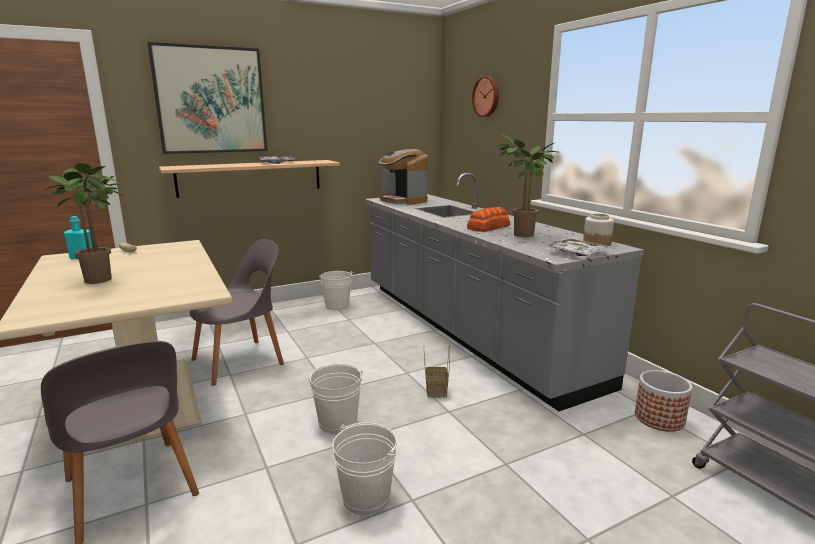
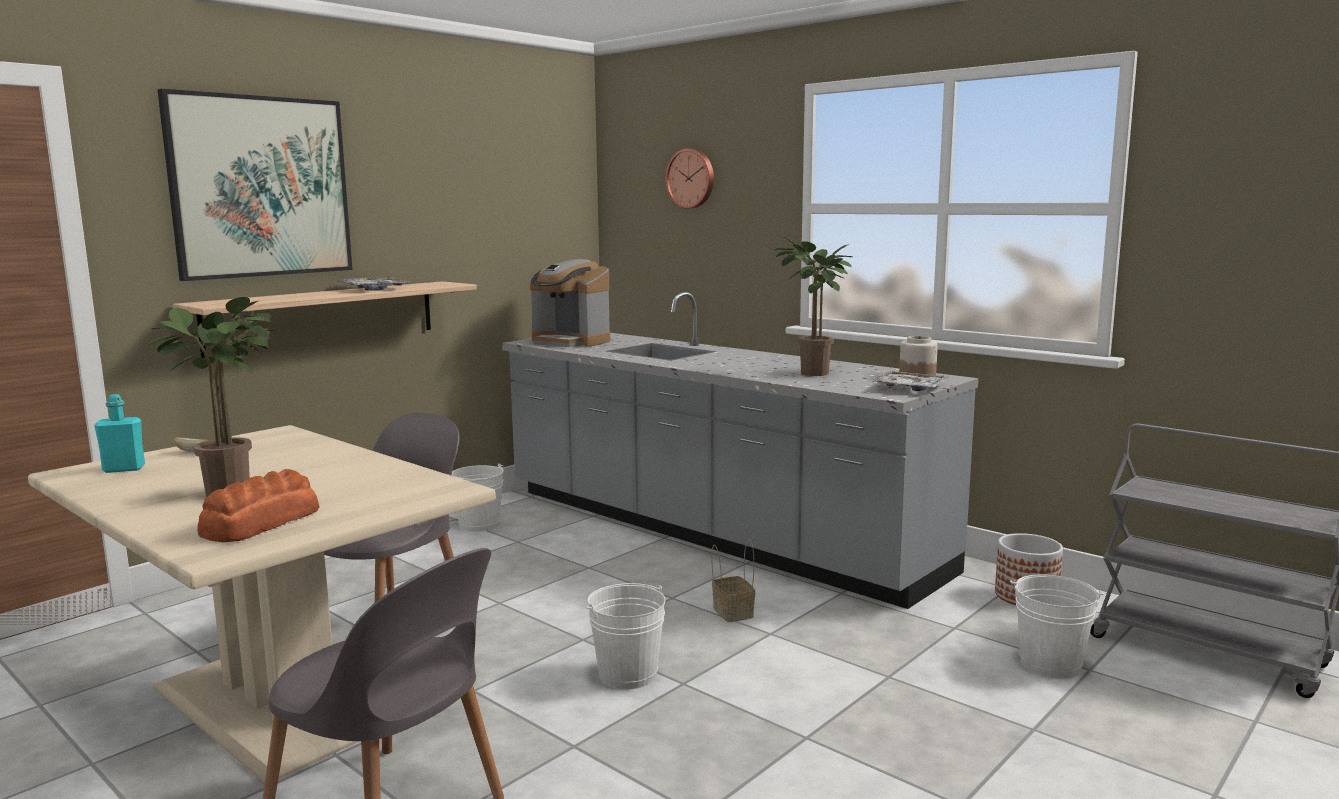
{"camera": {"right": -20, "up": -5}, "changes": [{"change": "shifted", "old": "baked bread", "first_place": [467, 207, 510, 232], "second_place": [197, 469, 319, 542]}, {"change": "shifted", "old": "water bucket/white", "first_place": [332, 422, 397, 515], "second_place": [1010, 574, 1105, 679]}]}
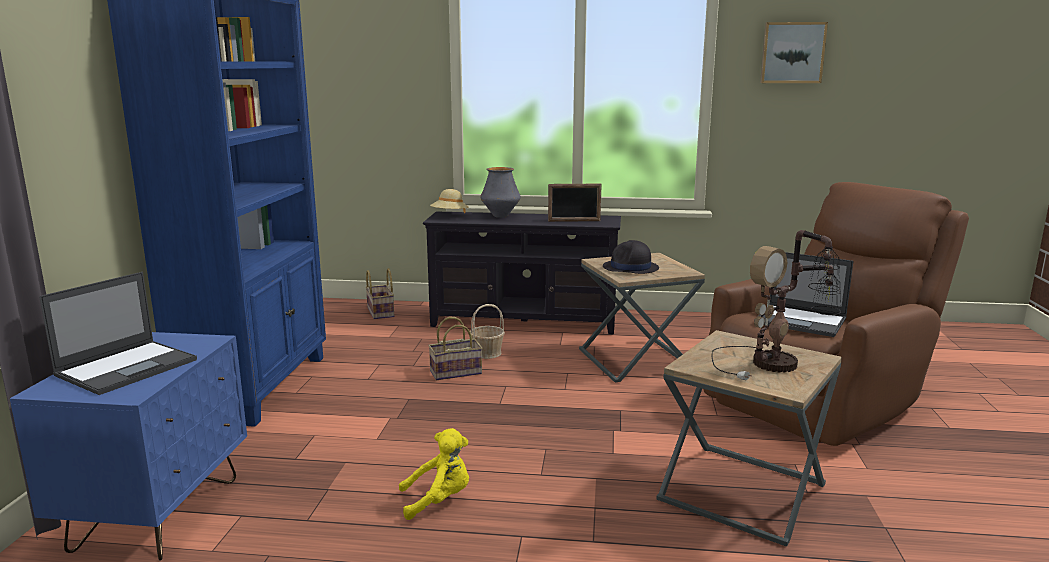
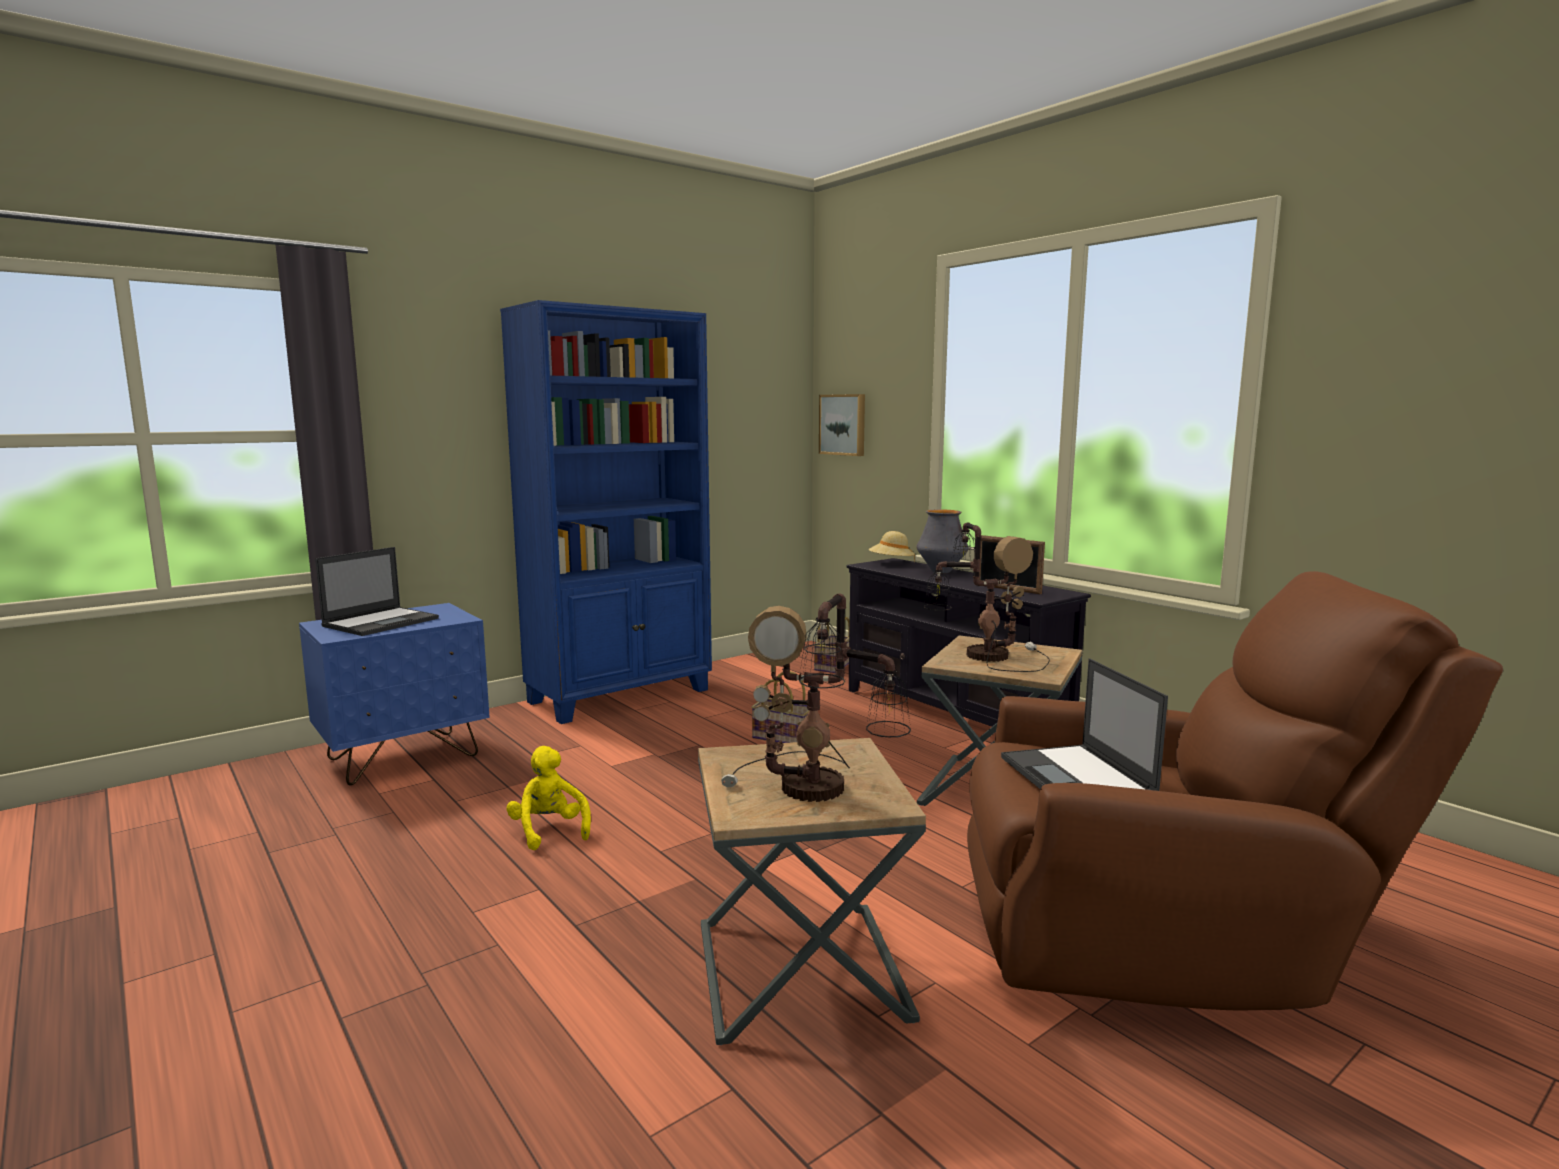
{"camera": {"right": 45, "up": -5}, "changes": [{"change": "rotated", "old": "notebook computer", "first_place": [39, 272, 197, 395], "second_place": [315, 547, 439, 636], "degrees": -45}, {"change": "rotated", "old": "plush toy/yellow-coloured", "first_place": [399, 428, 469, 520], "second_place": [506, 746, 591, 850], "degrees": -150}, {"change": "shifted", "old": "picture", "first_place": [760, 22, 828, 83], "second_place": [819, 394, 865, 456]}, {"change": "swapped", "old": "wearable hat/black", "new": "lamp for a table", "first_place": [603, 240, 659, 274], "second_place": [924, 523, 1050, 672]}, {"change": "gone", "old": "storage basket", "first_place": [470, 304, 505, 359]}]}
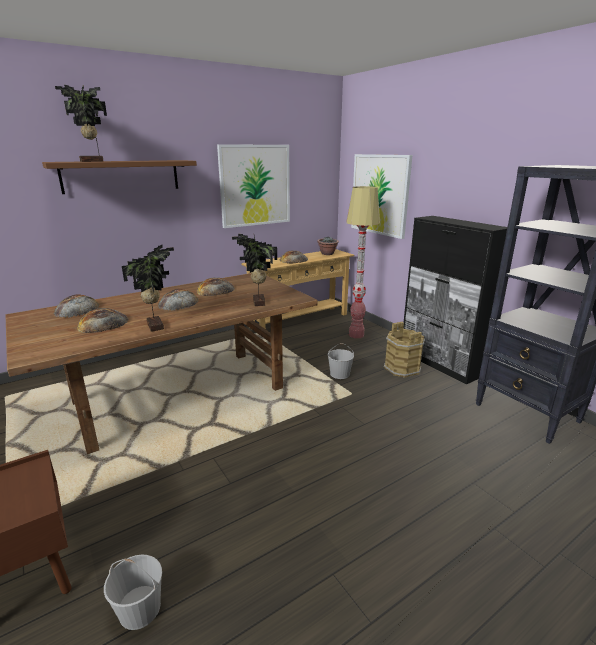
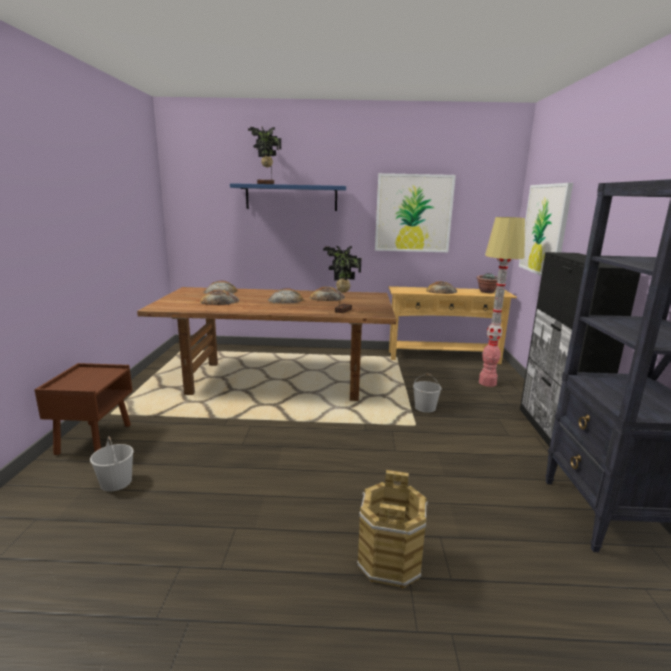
{"camera": {"right": 35, "up": -5}, "changes": [{"change": "repainted", "old": "bracket shelf/brownish", "new": "bracket shelf/blue", "first_place": [42, 160, 197, 194], "second_place": [230, 183, 346, 211]}, {"change": "shifted", "old": "water bucket/brownish", "first_place": [384, 322, 425, 378], "second_place": [357, 470, 428, 589]}, {"change": "gone", "old": "potted plant", "first_place": [122, 245, 174, 332]}]}
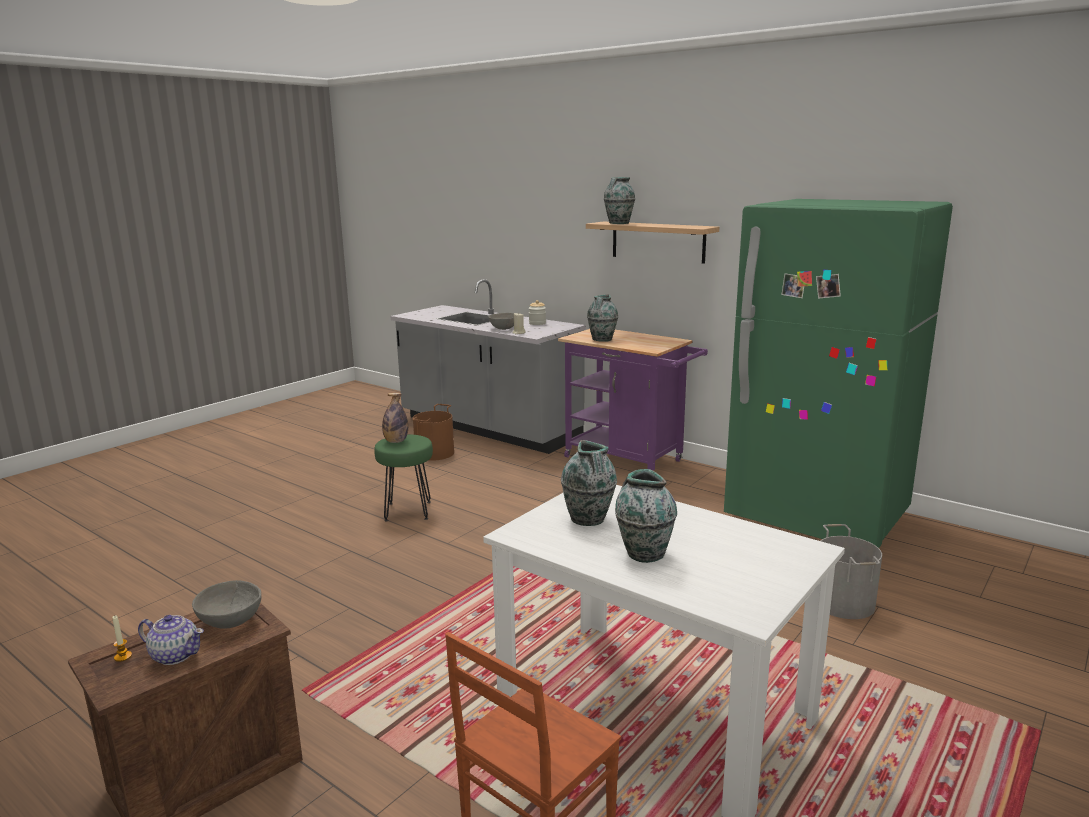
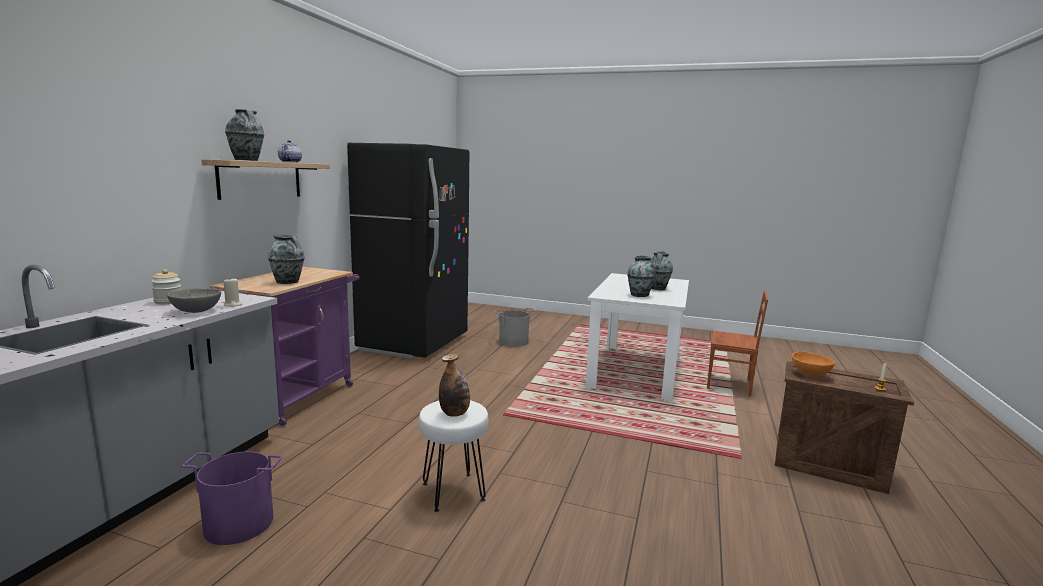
{"camera": {"right": -110, "up": -5}, "changes": [{"change": "repainted", "old": "water bucket/brownish", "new": "water bucket/purple-coloured", "first_place": [413, 404, 454, 461], "second_place": [182, 452, 282, 545]}, {"change": "shifted", "old": "pot for tea", "first_place": [138, 615, 204, 665], "second_place": [278, 140, 302, 163]}, {"change": "repainted", "old": "refrigerator/green", "new": "refrigerator/black", "first_place": [724, 199, 953, 548], "second_place": [347, 143, 469, 359]}, {"change": "repainted", "old": "sitting stool/green", "new": "sitting stool/white", "first_place": [374, 434, 433, 522], "second_place": [419, 400, 488, 512]}, {"change": "repainted", "old": "deep dish/gray", "new": "deep dish/orangey", "first_place": [192, 580, 261, 629], "second_place": [792, 351, 835, 376]}]}
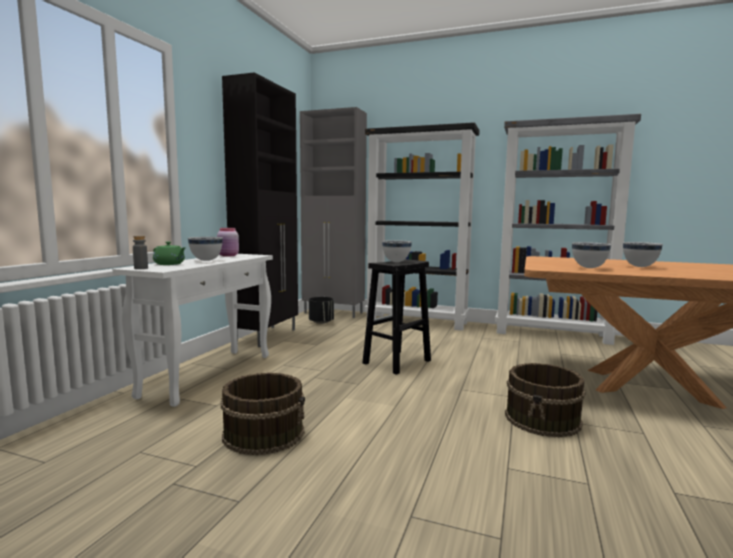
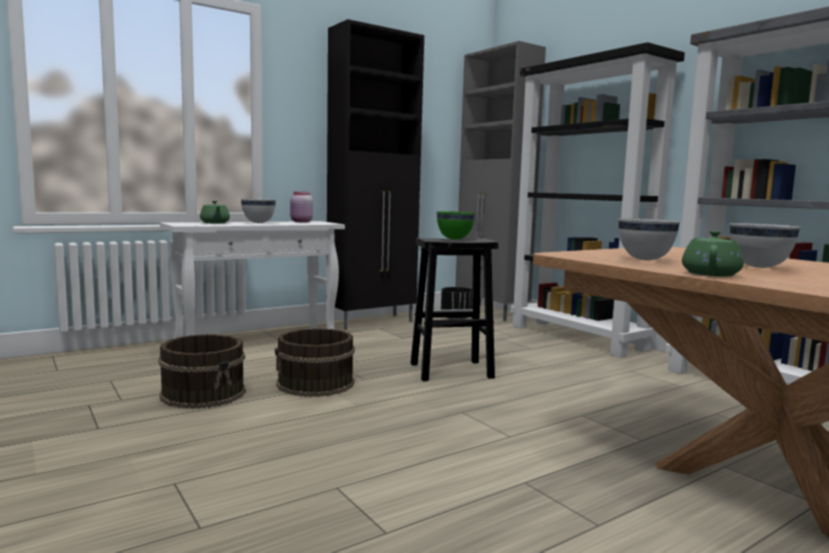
{"camera": {"right": 35, "up": 0}, "changes": [{"change": "shifted", "old": "water bucket/brownish", "first_place": [505, 363, 586, 438], "second_place": [275, 328, 355, 397]}, {"change": "repainted", "old": "deep dish/white", "new": "deep dish/green", "first_place": [382, 240, 412, 262], "second_place": [437, 211, 475, 240]}, {"change": "new", "new": "pot for tea/green", "second_place": [682, 231, 744, 276]}, {"change": "gone", "old": "drink bottle/gray", "first_place": [133, 236, 148, 269]}]}
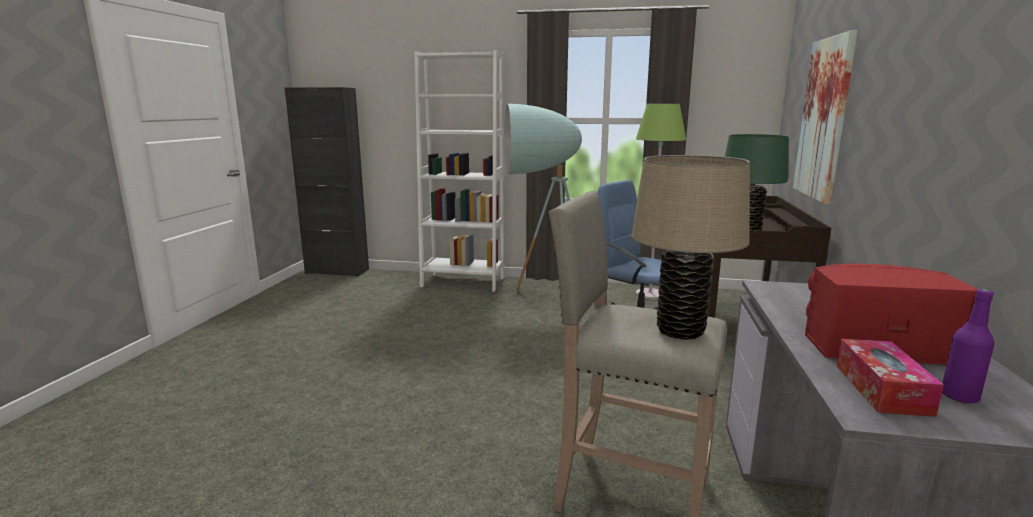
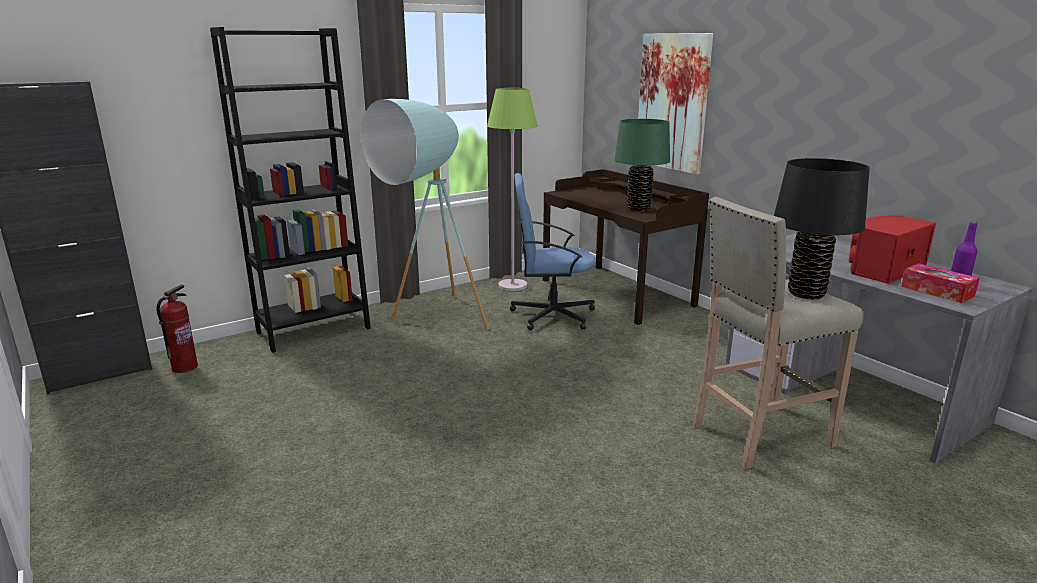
{"camera": {"right": -45, "up": 5}, "changes": [{"change": "new", "new": "fire extinguisher", "second_place": [156, 284, 198, 373]}, {"change": "repainted", "old": "shelving unit/white", "new": "shelving unit/black", "first_place": [414, 50, 504, 292], "second_place": [210, 27, 371, 353]}, {"change": "repainted", "old": "lamp for a table/sand-coloured", "new": "lamp for a table/black", "first_place": [631, 155, 750, 339], "second_place": [774, 158, 870, 299]}]}
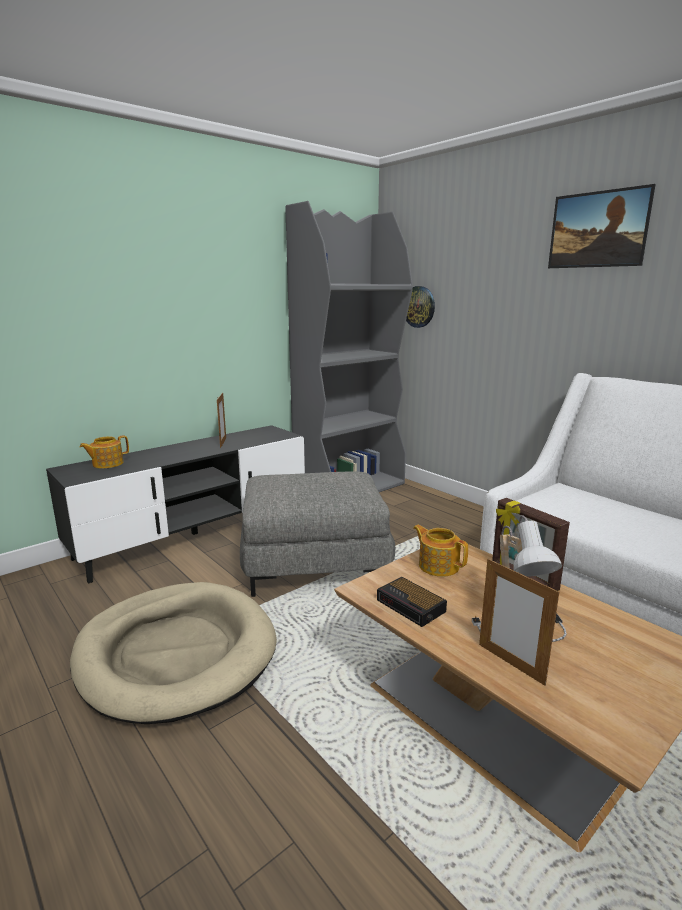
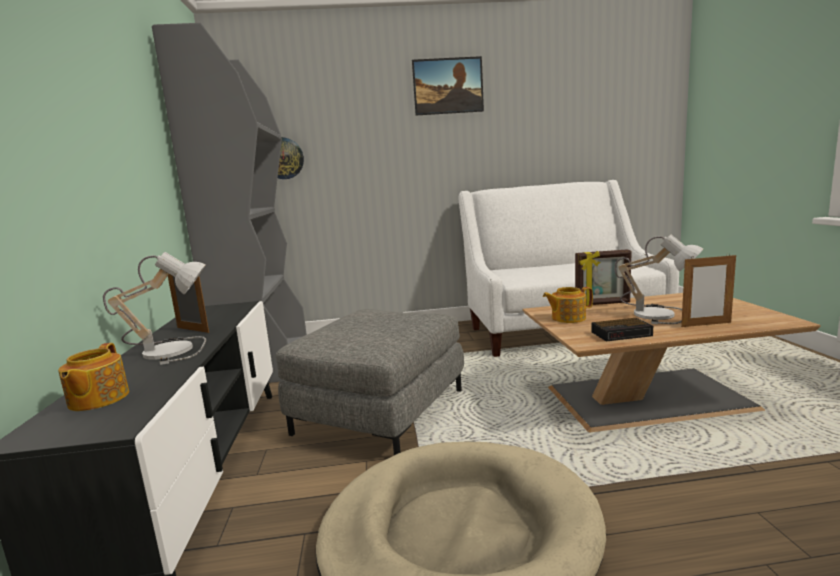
{"camera": {"right": -55, "up": -5}, "changes": [{"change": "new", "new": "lamp for a table", "second_place": [103, 252, 206, 365]}]}
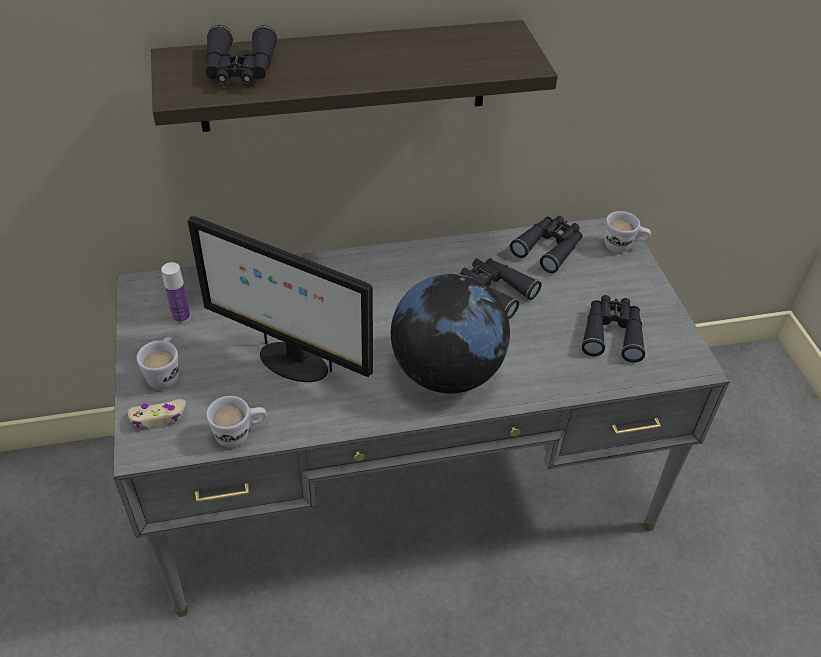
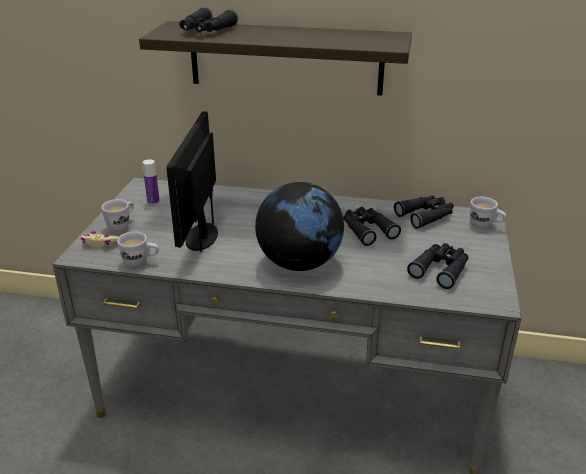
{"camera": {"right": 25, "up": -15}, "changes": [{"change": "rotated", "old": "monitor", "first_place": [188, 216, 373, 382], "second_place": [166, 111, 218, 252], "degrees": 45}]}
